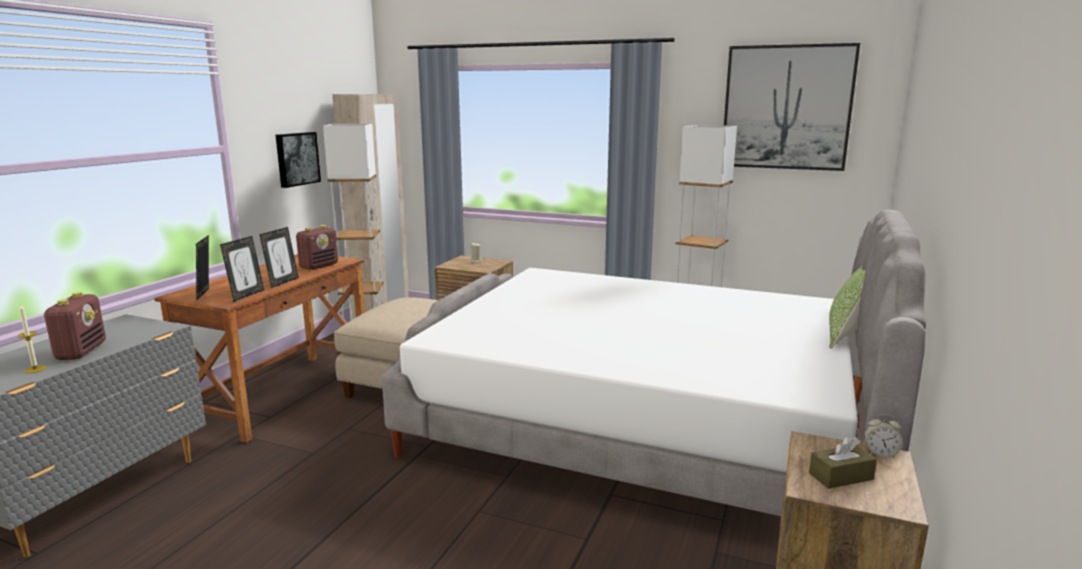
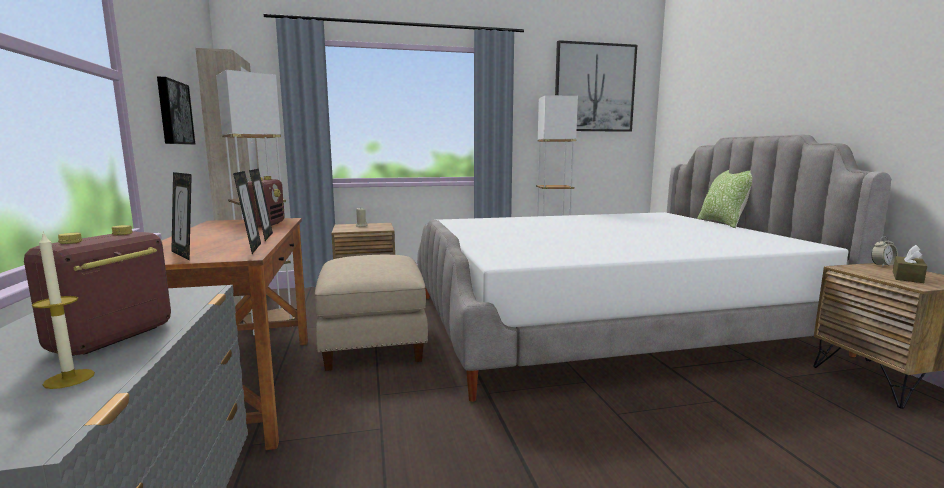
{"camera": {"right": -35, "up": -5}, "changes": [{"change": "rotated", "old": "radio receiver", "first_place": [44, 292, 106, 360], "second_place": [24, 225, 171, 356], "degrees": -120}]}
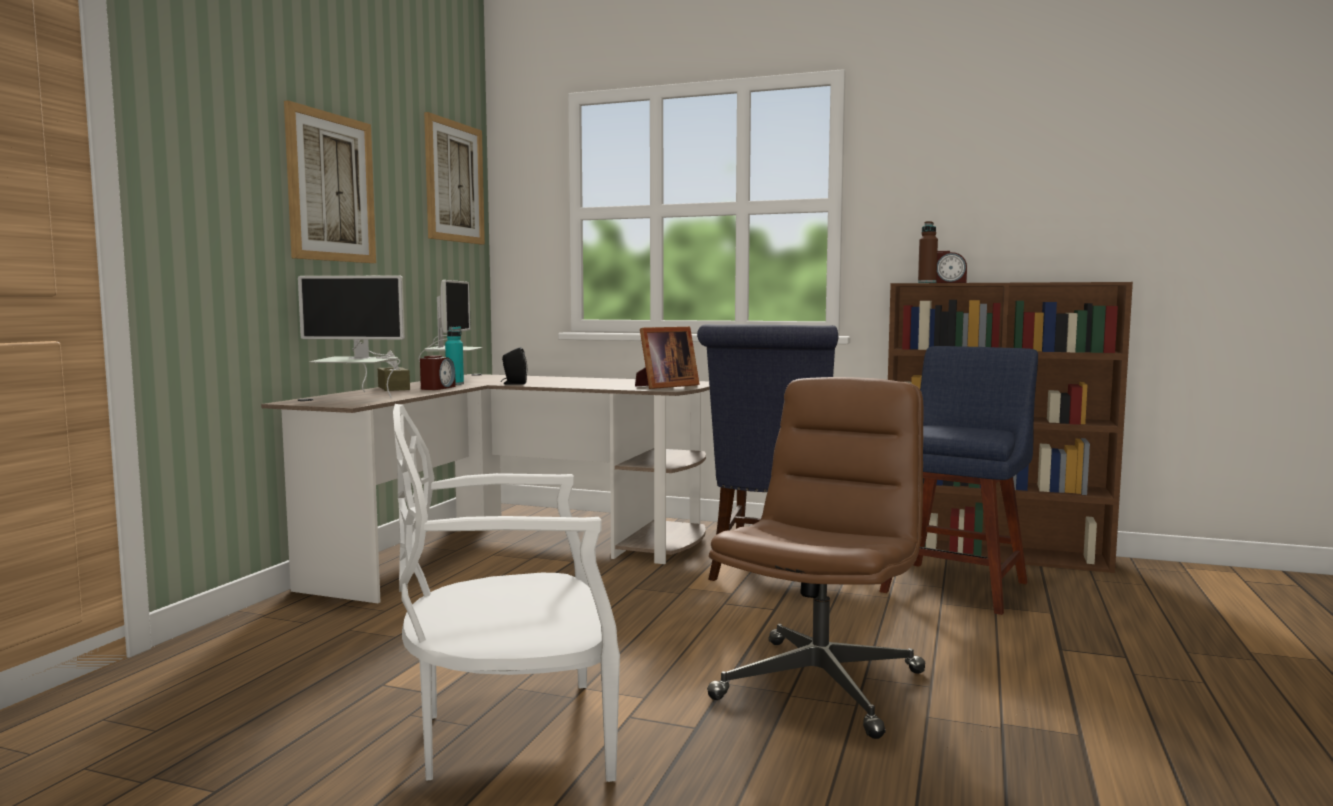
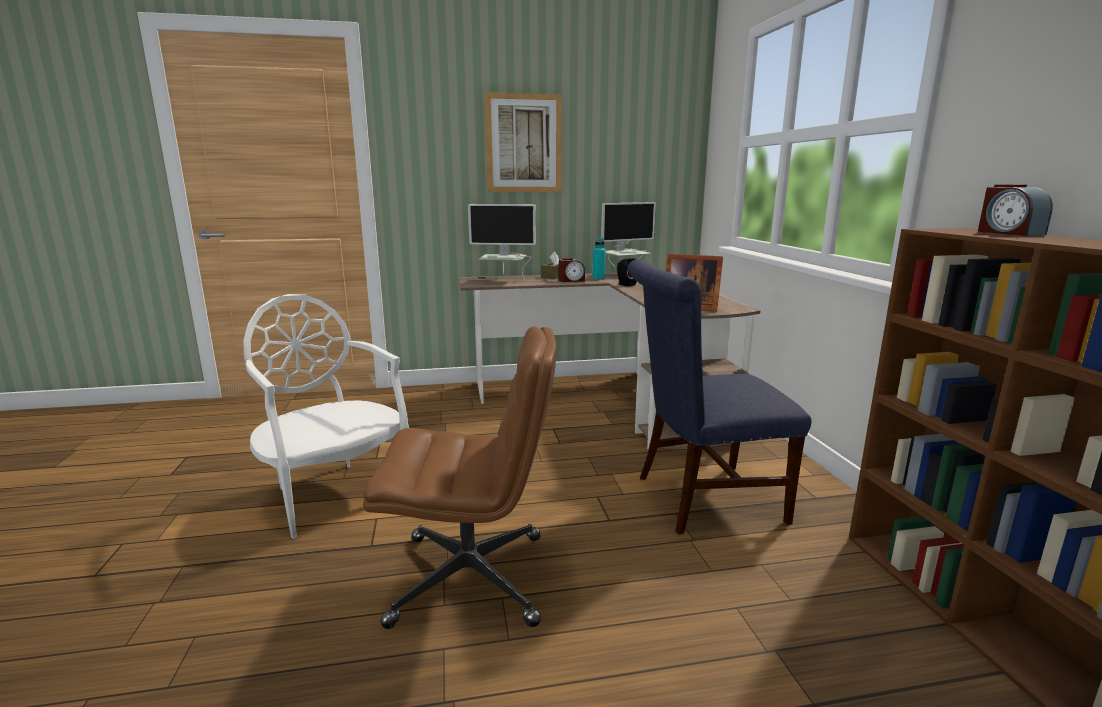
{"camera": {"right": 60, "up": 10}, "changes": [{"change": "rotated", "old": "monitor", "first_place": [298, 276, 405, 398], "second_place": [468, 204, 536, 281], "degrees": -60}, {"change": "gone", "old": "picture", "first_place": [424, 112, 485, 245]}, {"change": "gone", "old": "chair/blue", "first_place": [879, 346, 1038, 615]}, {"change": "gone", "old": "drink bottle/brownish", "first_place": [918, 221, 938, 283]}]}
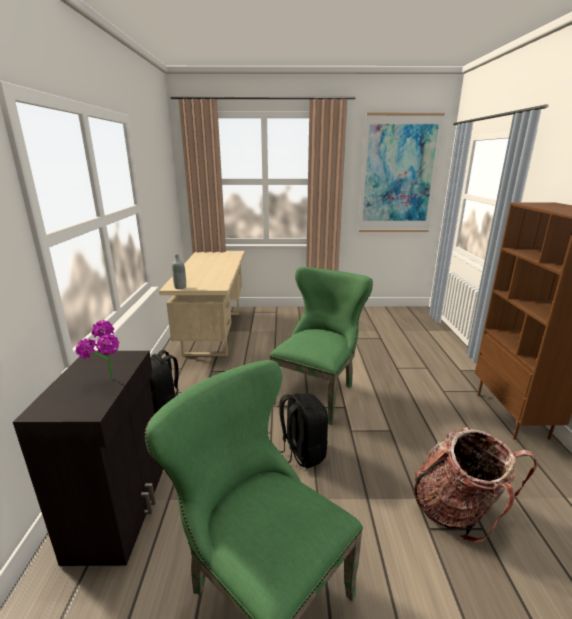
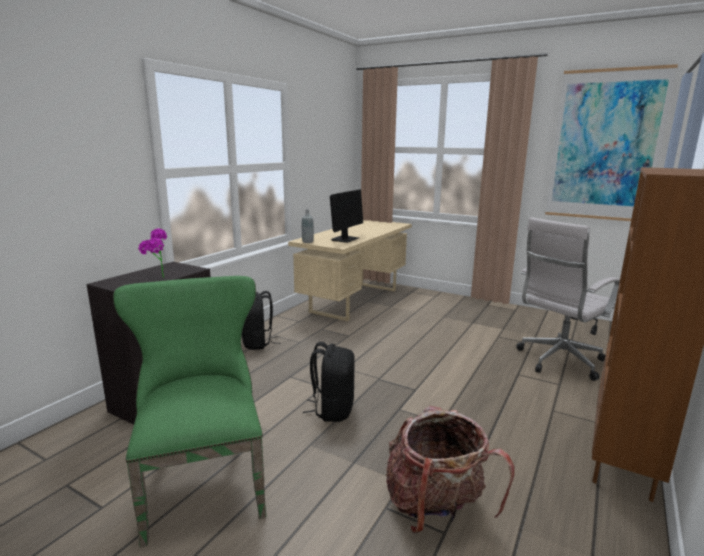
{"camera": {"right": 30, "up": -5}, "changes": [{"change": "new", "new": "monitor", "second_place": [330, 189, 363, 243]}, {"change": "new", "new": "desk chair/white", "second_place": [516, 217, 620, 381]}, {"change": "gone", "old": "chair/green", "first_place": [270, 267, 373, 425]}]}
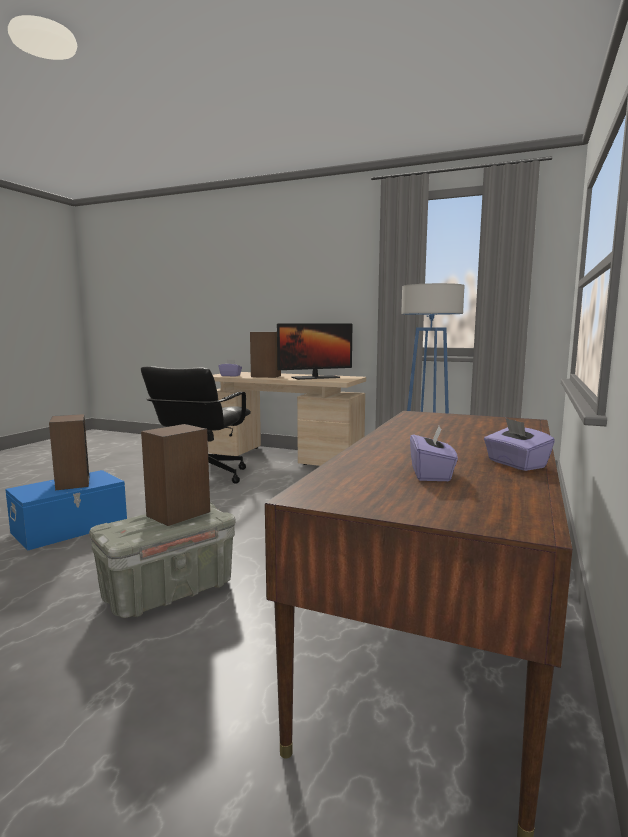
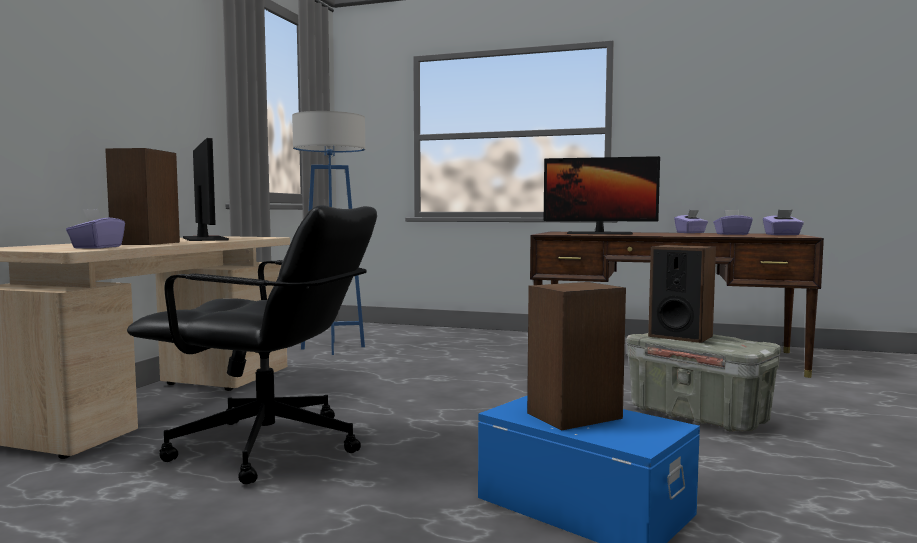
{"camera": {"right": -95, "up": -5}, "changes": [{"change": "new", "new": "monitor", "second_place": [544, 156, 660, 234]}, {"change": "new", "new": "box of tissues/purple-coloured", "second_place": [763, 210, 804, 235]}]}
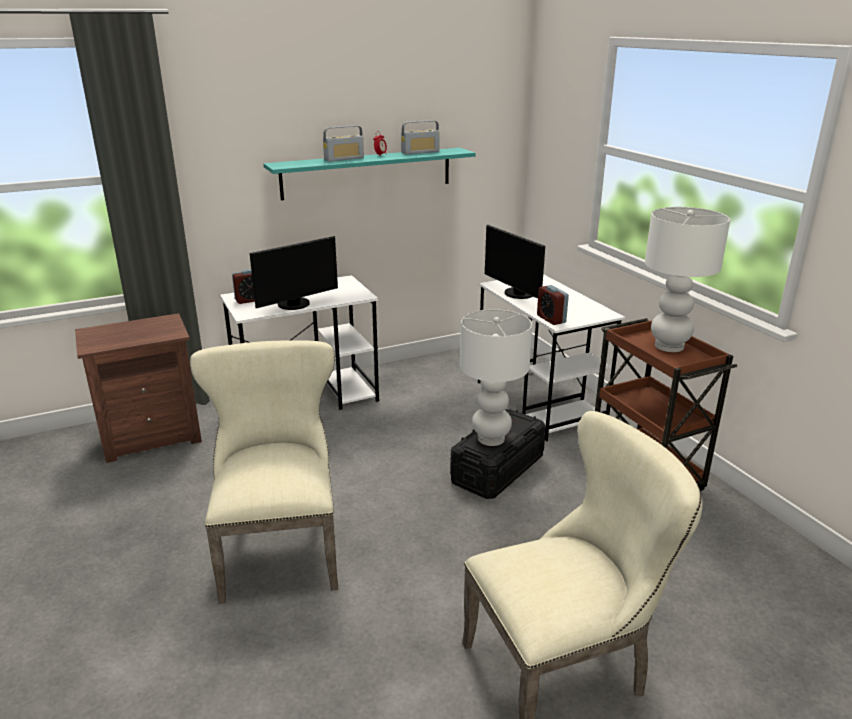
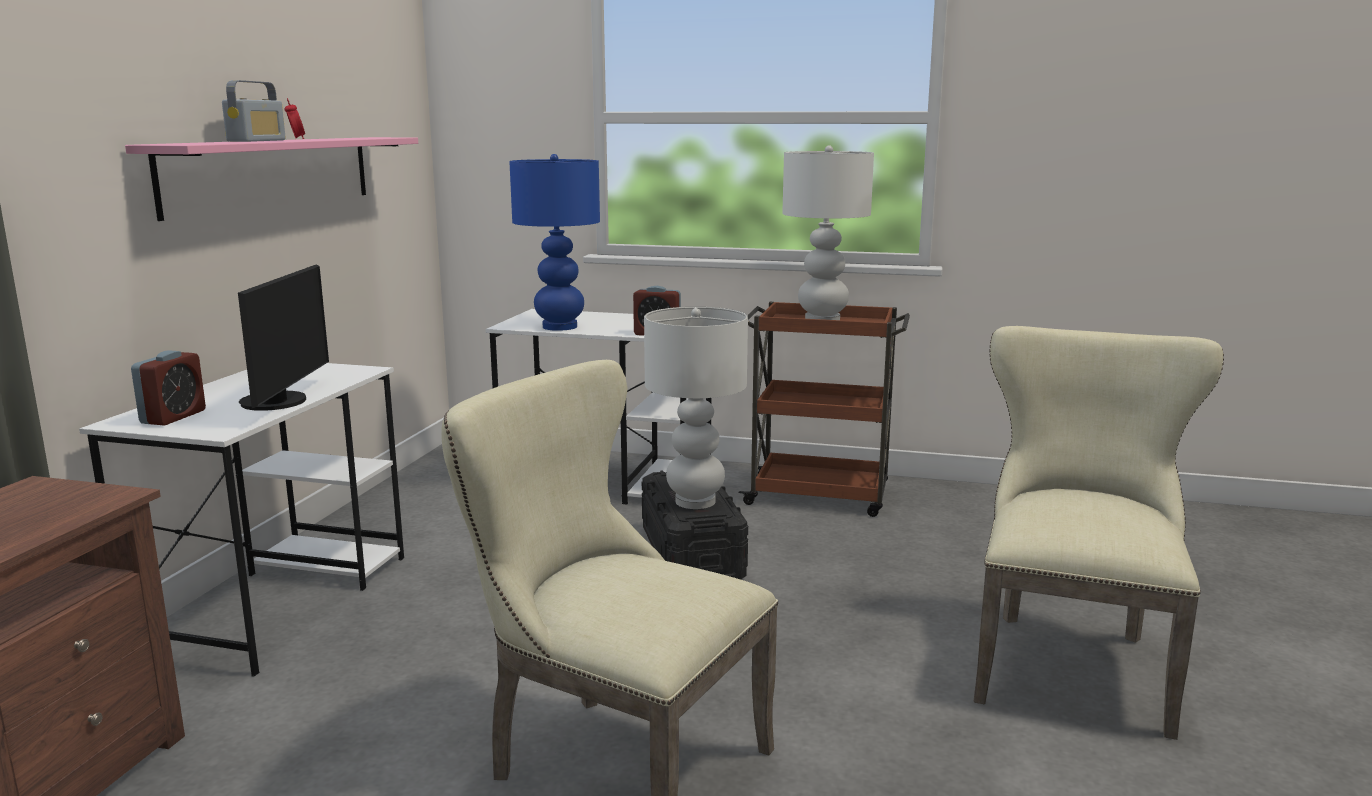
{"camera": {"right": -50, "up": -10}, "changes": [{"change": "repainted", "old": "bracket shelf/turquoise-coloured", "new": "bracket shelf/pink-coloured", "first_place": [263, 148, 476, 201], "second_place": [125, 137, 418, 221]}, {"change": "swapped", "old": "monitor", "new": "lamp for a table/blue", "first_place": [485, 224, 545, 299], "second_place": [509, 154, 600, 331]}, {"change": "gone", "old": "radio receiver", "first_place": [401, 120, 440, 154]}]}
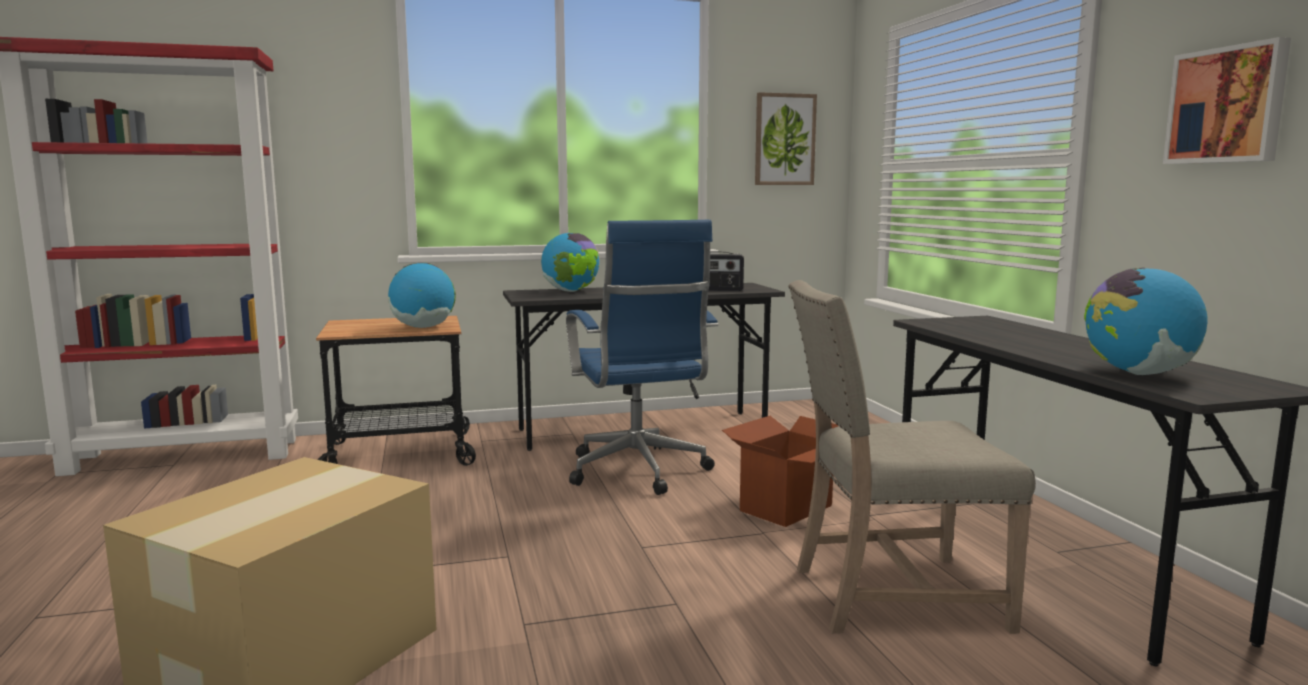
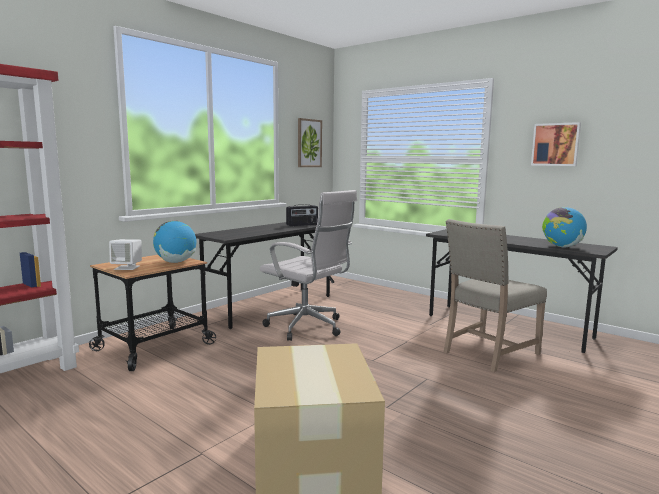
{"camera": {"right": -35, "up": 0}, "changes": [{"change": "new", "new": "loudspeaker/white", "second_place": [109, 239, 142, 270]}, {"change": "repainted", "old": "desk chair/blue", "new": "desk chair/white", "first_place": [566, 220, 718, 495], "second_place": [260, 190, 357, 341]}, {"change": "gone", "old": "desk globe", "first_place": [541, 233, 599, 292]}, {"change": "gone", "old": "packing box", "first_place": [722, 416, 838, 527]}]}
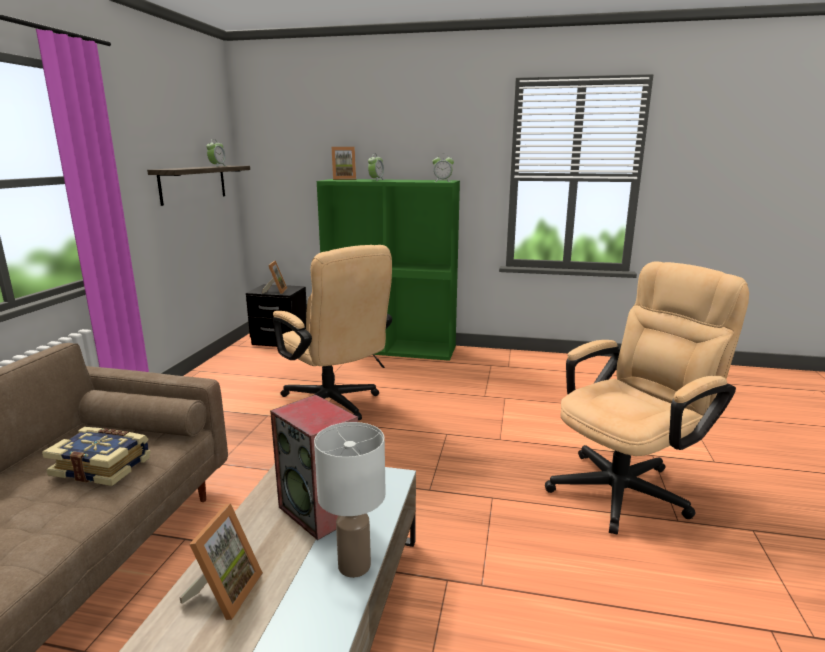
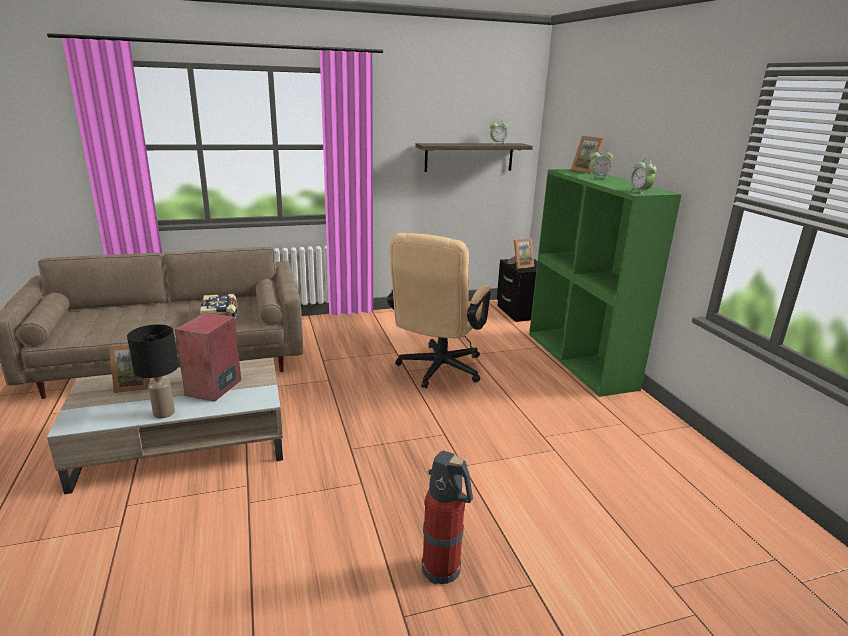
{"camera": {"right": 60, "up": 5}, "changes": [{"change": "repainted", "old": "lamp for a table/white", "new": "lamp for a table/black", "first_place": [314, 422, 386, 578], "second_place": [127, 325, 179, 419]}, {"change": "swapped", "old": "desk chair/sand-coloured", "new": "fire extinguisher", "first_place": [545, 261, 749, 535], "second_place": [422, 450, 473, 584]}]}
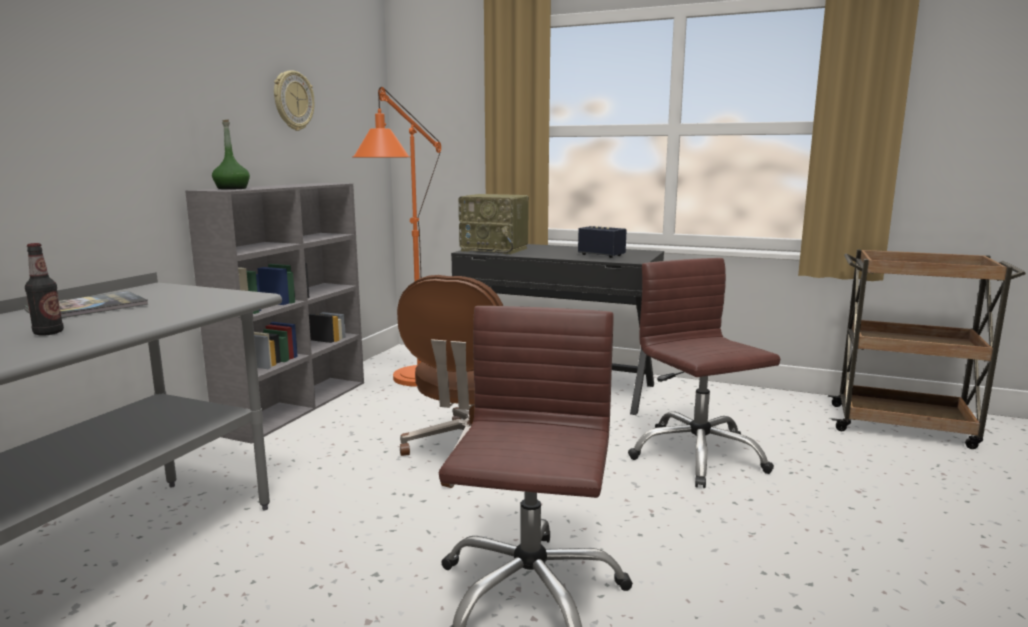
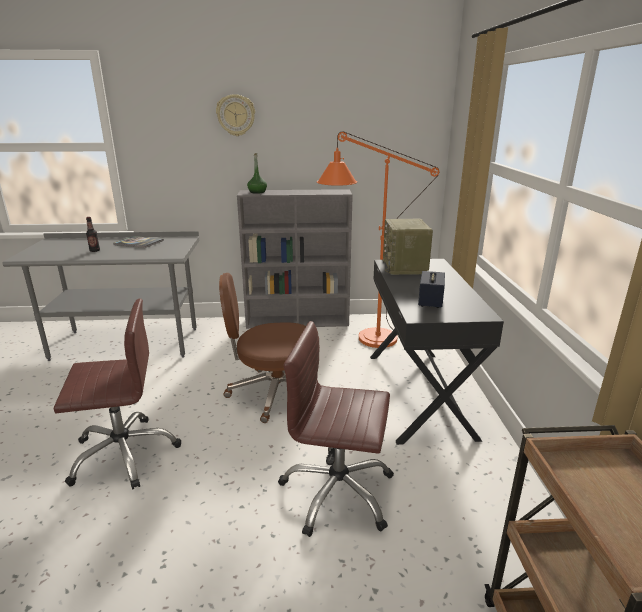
{"camera": {"right": 65, "up": 10}, "changes": [{"change": "shifted", "old": "hanging clock", "first_place": [274, 70, 314, 131], "second_place": [216, 94, 255, 136]}, {"change": "rotated", "old": "desk chair/brownish", "first_place": [628, 258, 780, 488], "second_place": [278, 321, 394, 537], "degrees": -120}]}
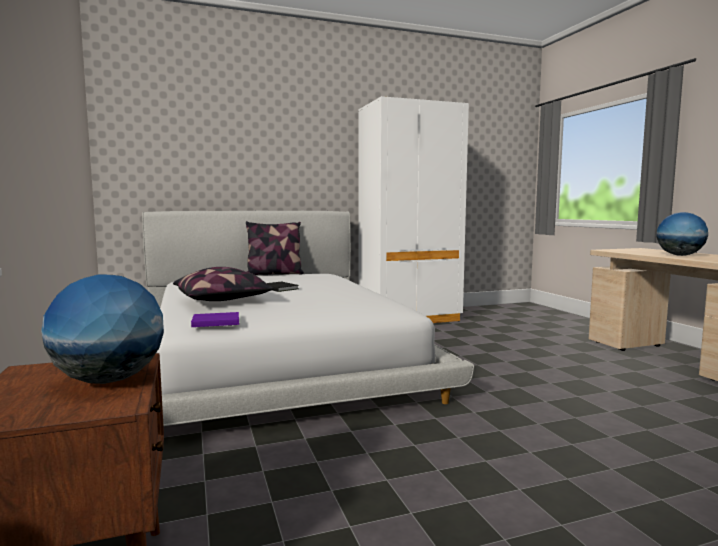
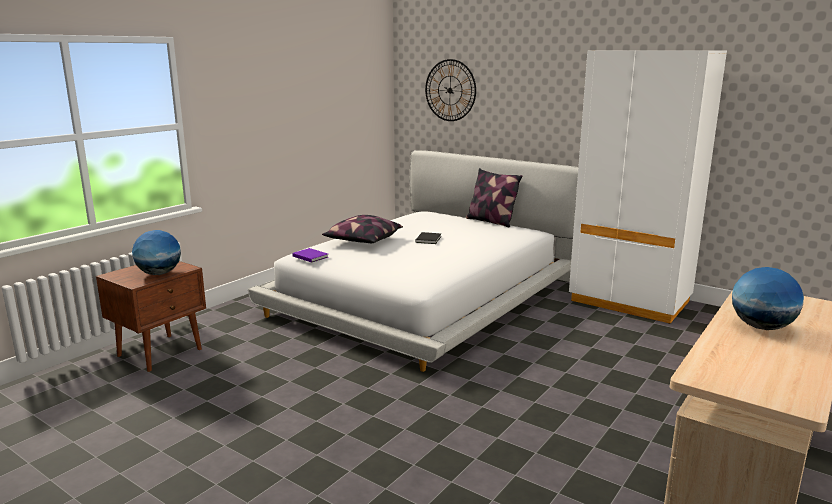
{"camera": {"right": 55, "up": 10}, "changes": [{"change": "new", "new": "hanging clock", "second_place": [425, 59, 476, 121]}]}
